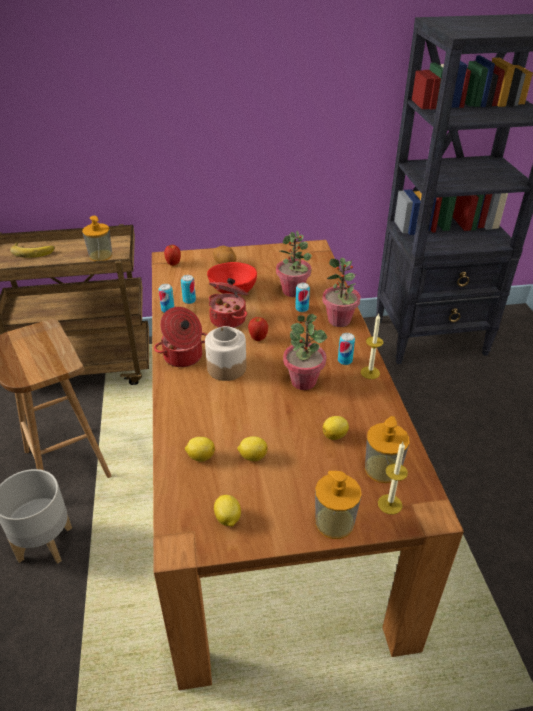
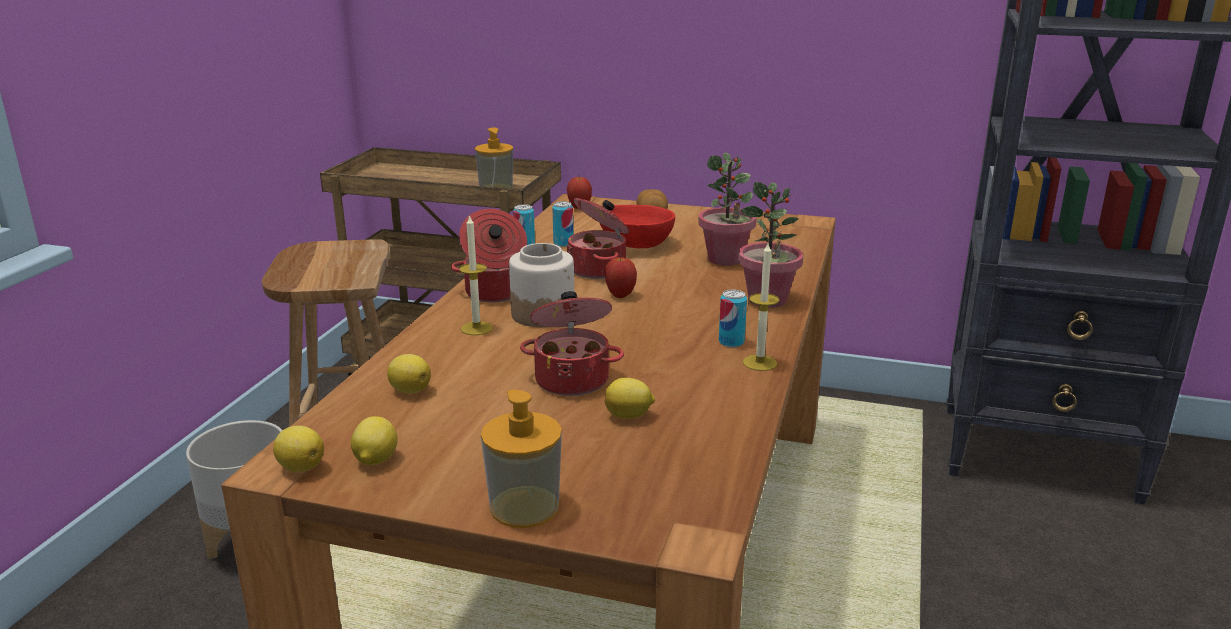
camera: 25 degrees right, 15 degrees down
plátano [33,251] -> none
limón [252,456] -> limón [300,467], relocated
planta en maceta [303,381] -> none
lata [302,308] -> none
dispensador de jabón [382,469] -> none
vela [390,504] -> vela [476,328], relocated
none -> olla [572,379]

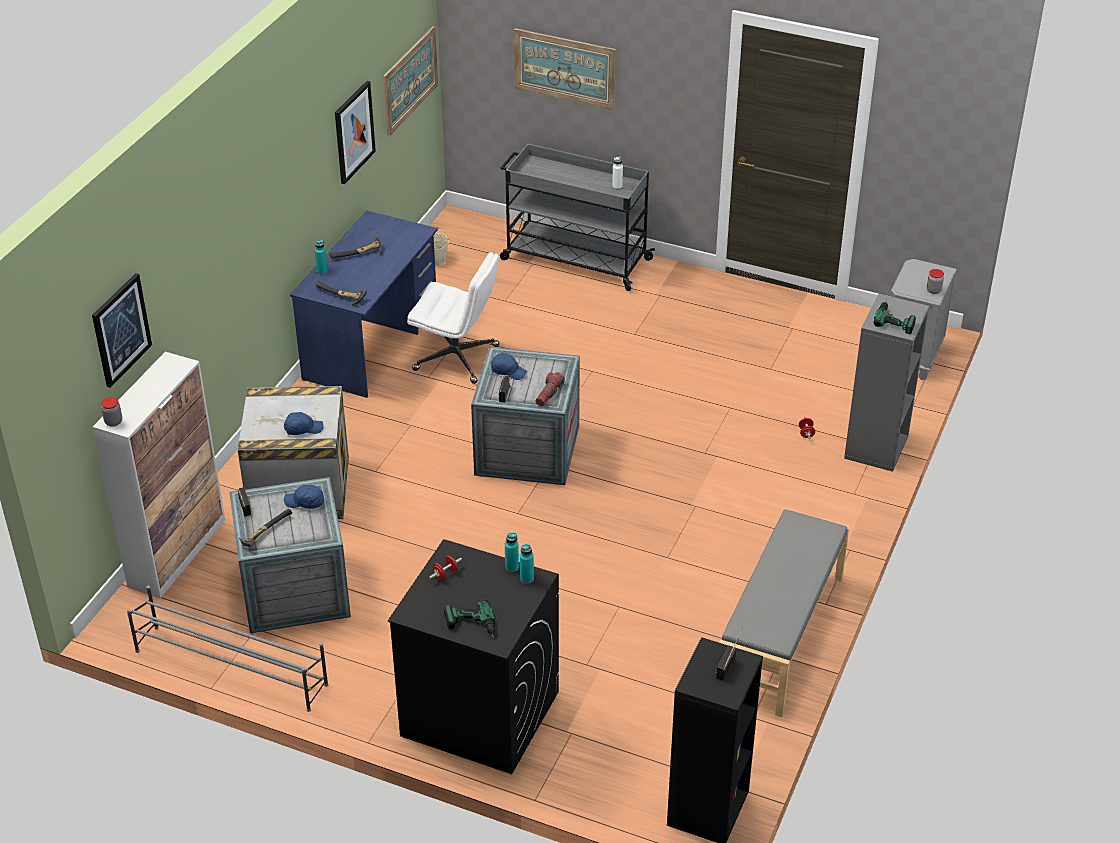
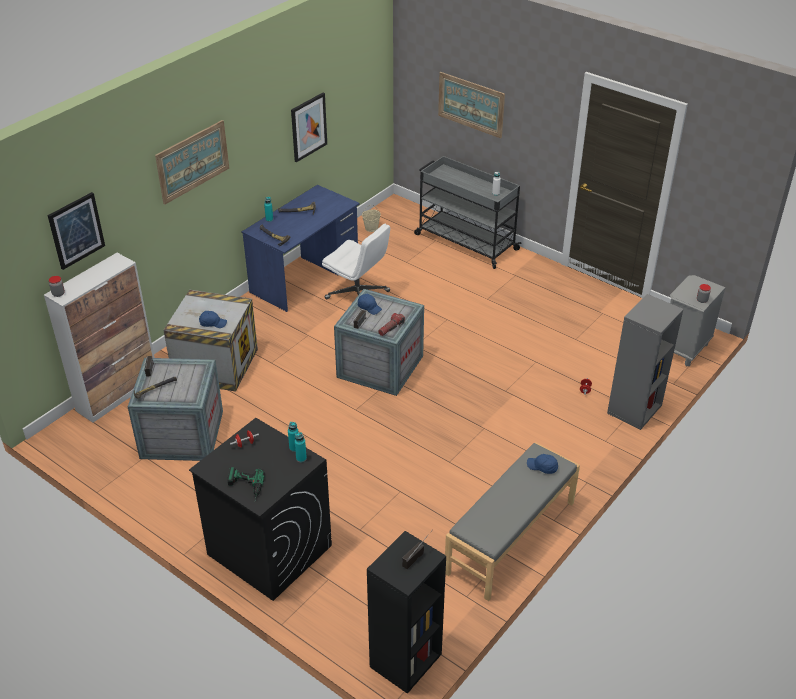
camera: 15 degrees right, 0 degrees up
zapatero (gris) [230,667] -> none
gorra (azul) [305,502] -> gorra (azul) [542,467], relocated
cuadro [410,80] -> cuadro [193,161], relocated
taladro [896,317] -> none

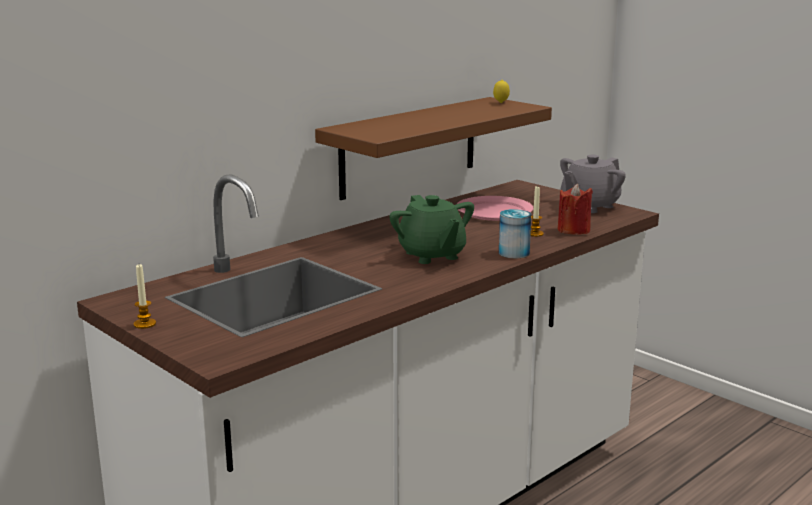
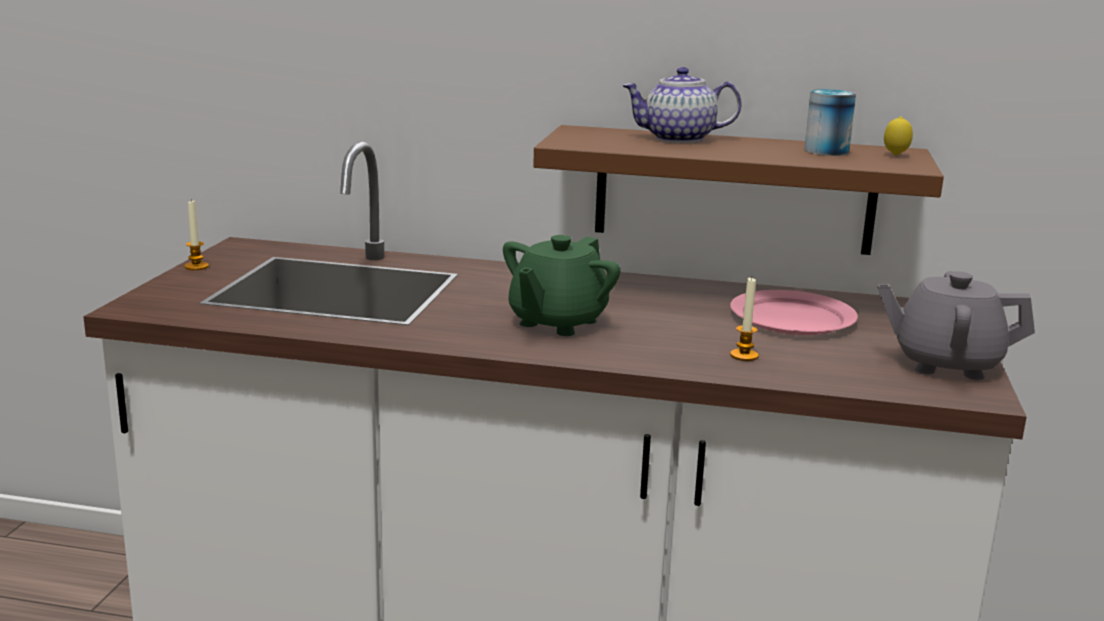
camera: 55 degrees right, 0 degrees up
lata [514,253] -> lata [826,151], relocated
vela (rojo) [573,230] -> none
none -> tetera [678,139]

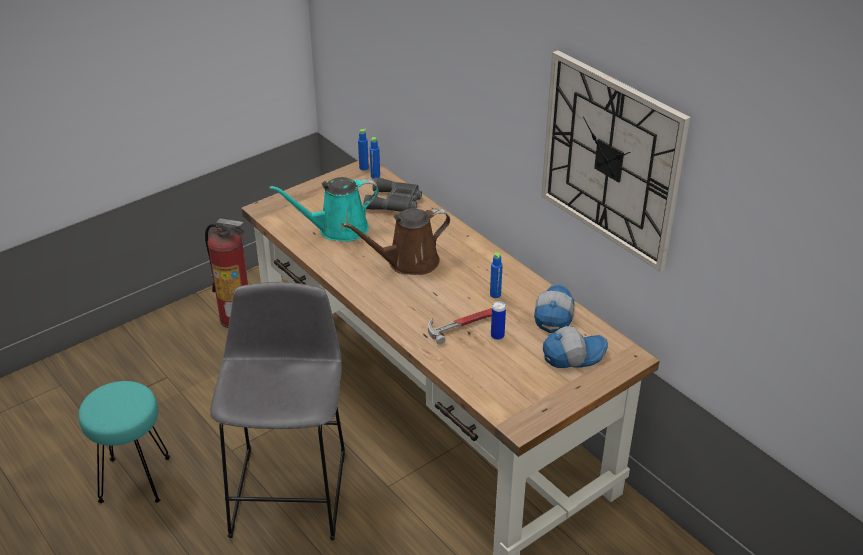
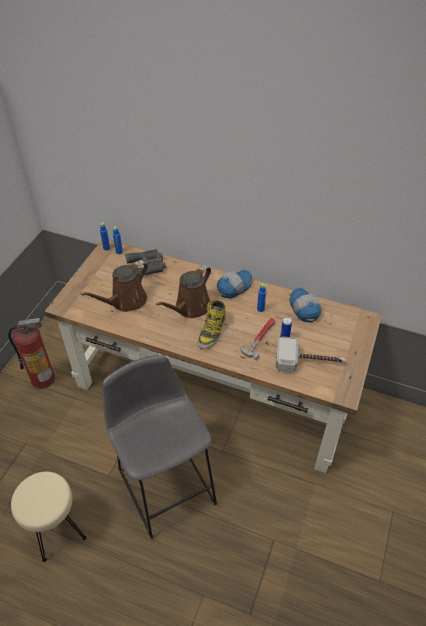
camera: 30 degrees left, 10 degrees up
taburete (turquesa) [136,479] -> taburete (beis) [58,530]
regadera (turquesa) [338,229] -> regadera (marrón) [126,301]
reloj de pared [611,159] -> none
gorra [573,355] -> gorra [233,287], relocated
none -> bota [212,331]
none -> martillo [309,361]

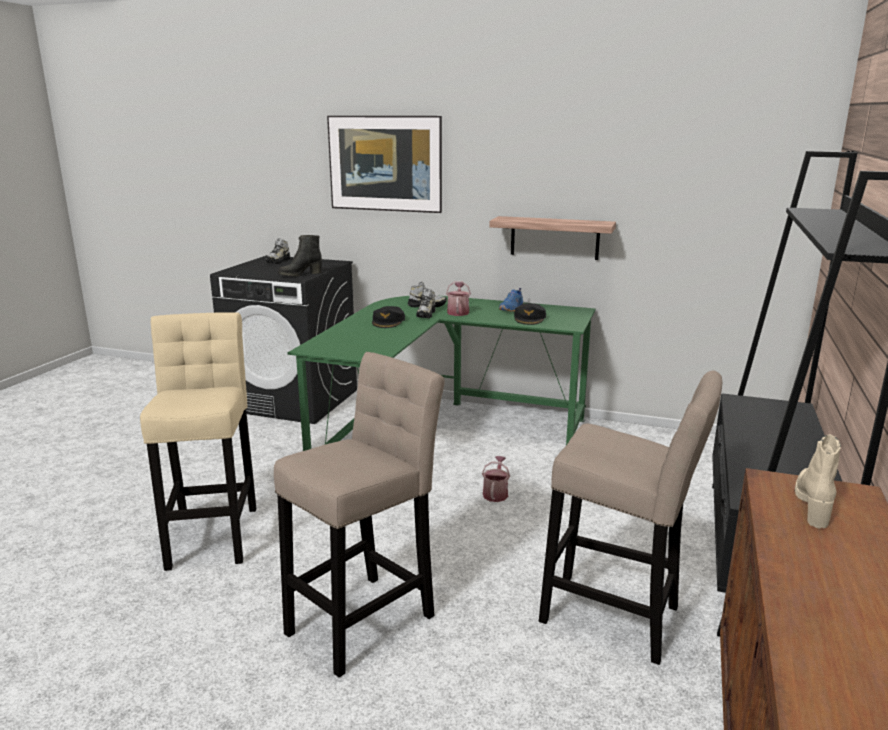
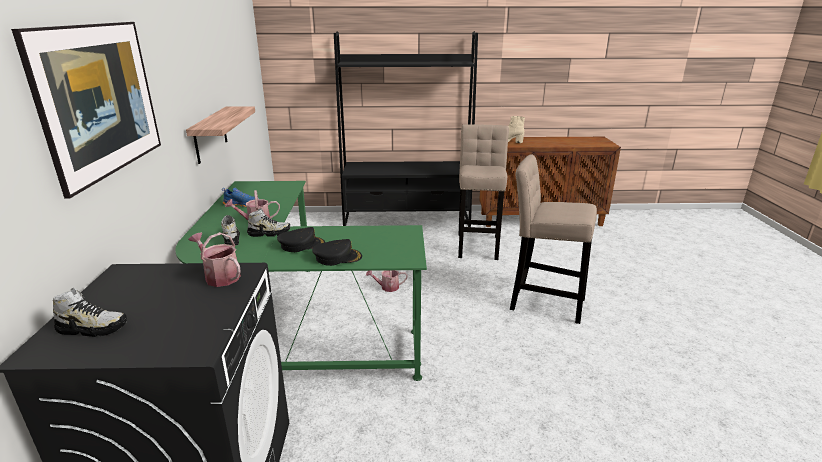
camera: 110 degrees left, 5 degrees up
taburete (beis) [213,533] -> none
bota (negro) [300,274] -> regadera [219,276]
gorra (negro) [530,318] -> gorra (negro) [337,257], relocated

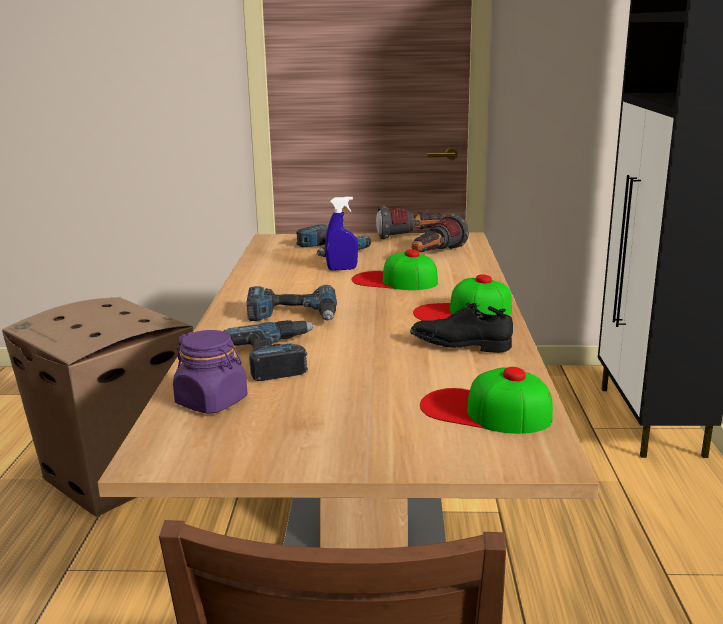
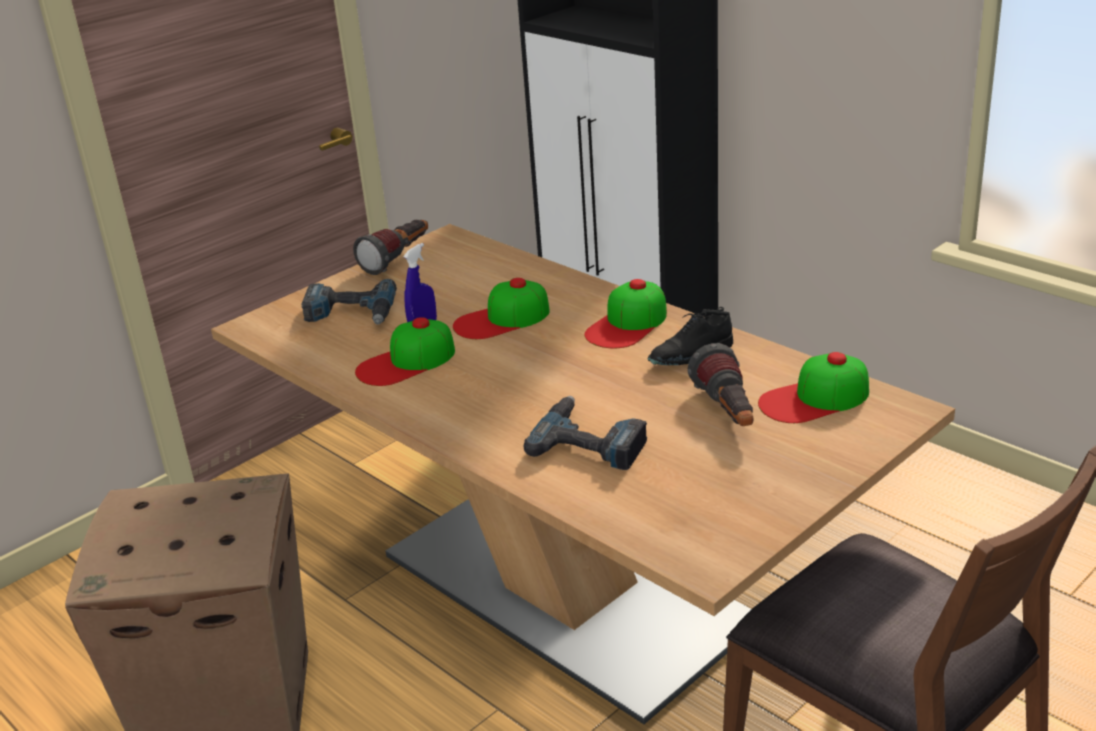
camera: 45 degrees left, 10 degrees up
tarro (morado) [212,402] -> none
taladro [293,315] -> none
linterna [435,256] -> linterna [727,413], relocated
none -> gorra [406,362]

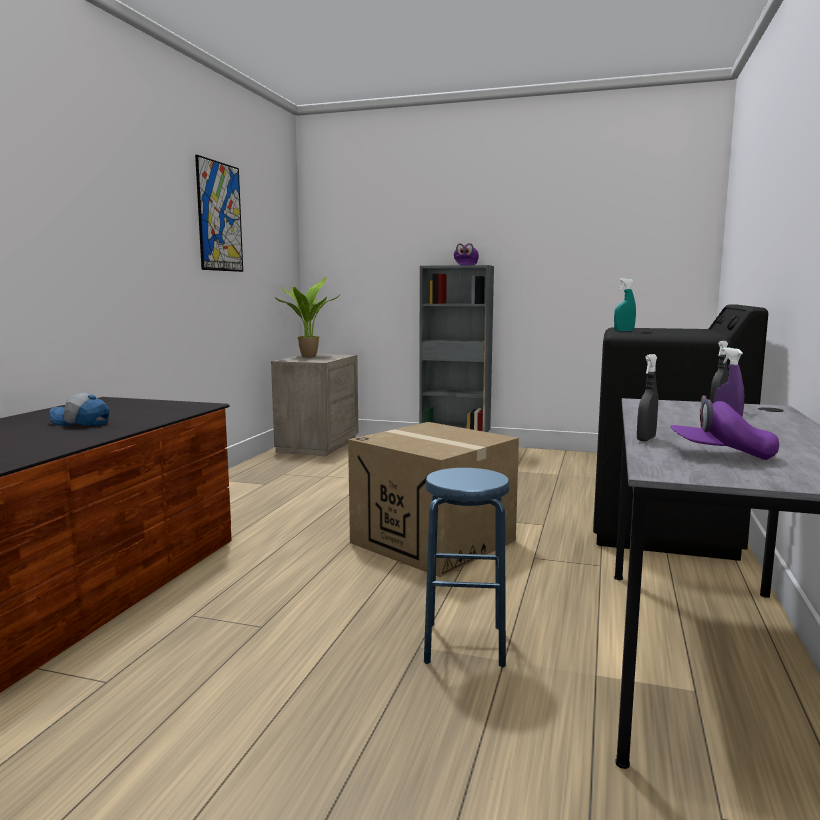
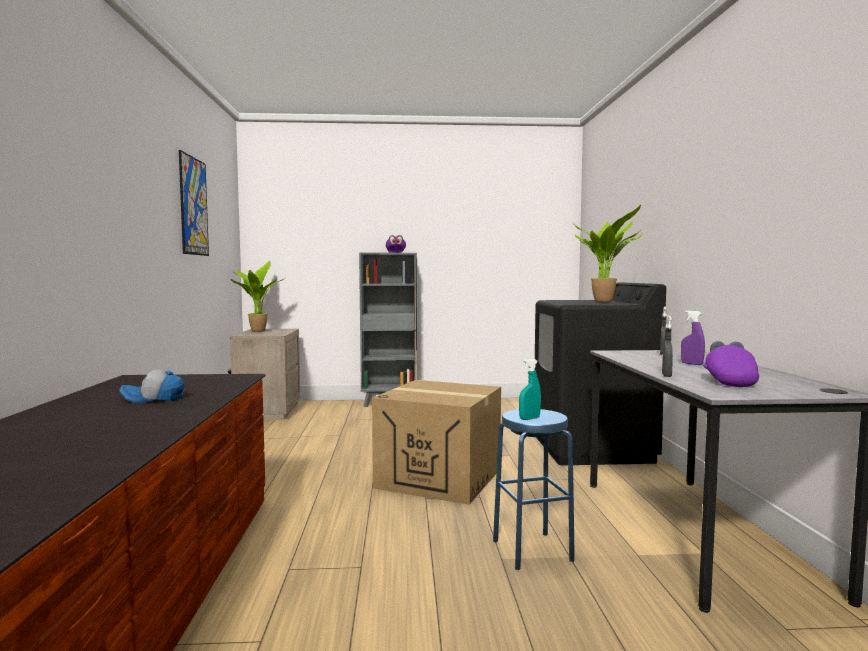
camera: 20 degrees left, 5 degrees down
pulverizador (turquesa) [624,331] -> pulverizador (turquesa) [529,418], relocated
gorra (morado) [721,455] -> gorra (morado) [729,381], 105 degrees clockwise
none -> planta en maceta [605,301]

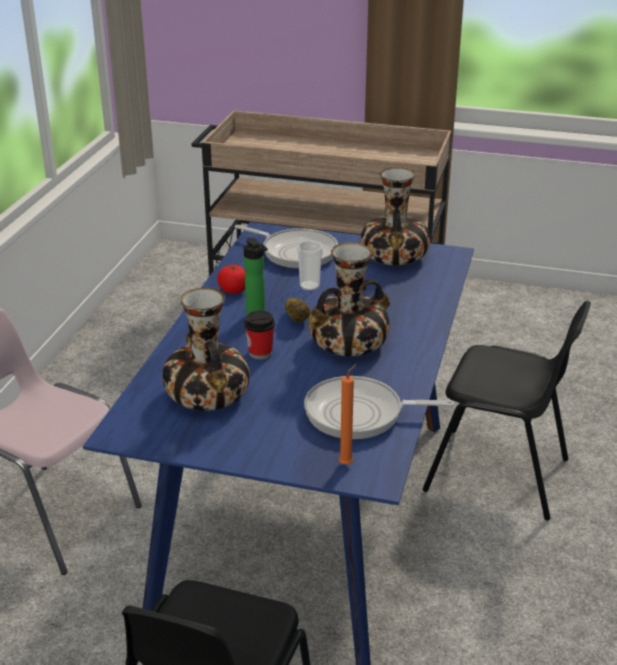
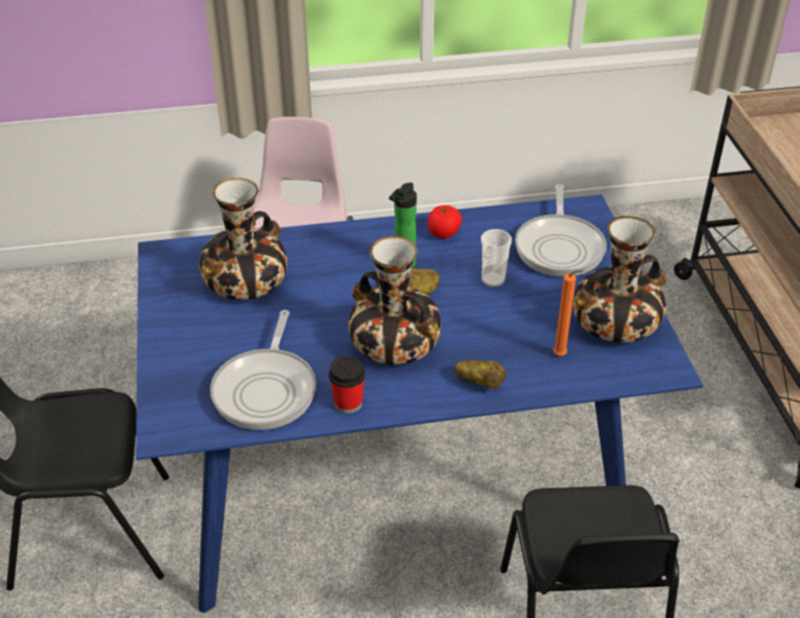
camera: 65 degrees right, 10 degrees up
taza [260,353] -> taza [348,403], relocated
sartén [359,414] -> sartén [266,389], 150 degrees counterclockwise
vela (naranja) [347,463] -> vela (naranja) [561,355], relocated
none -> patata [479,383]

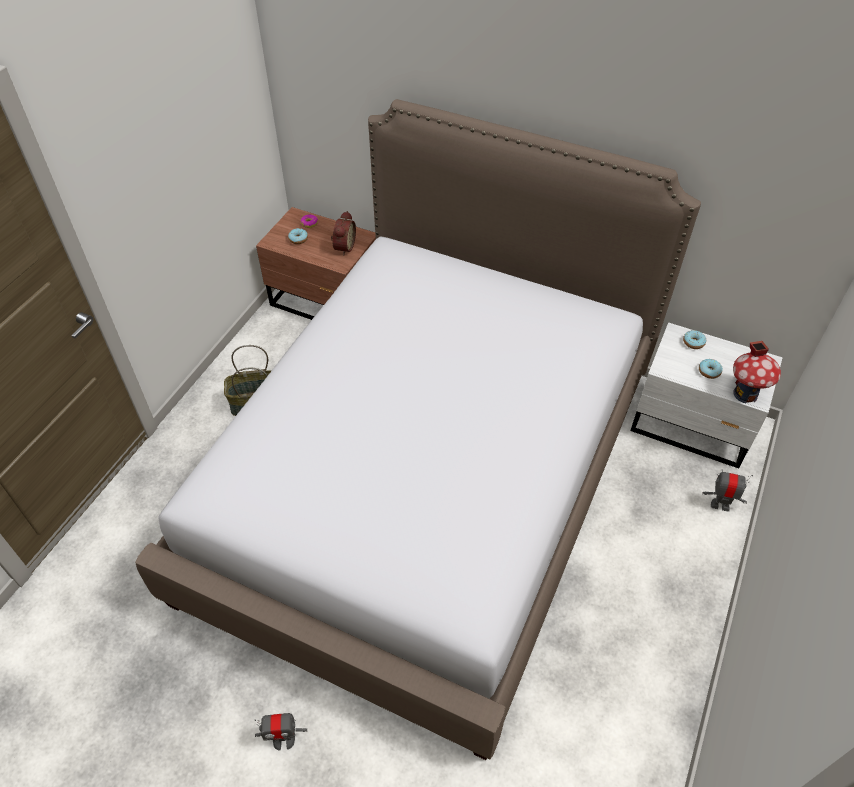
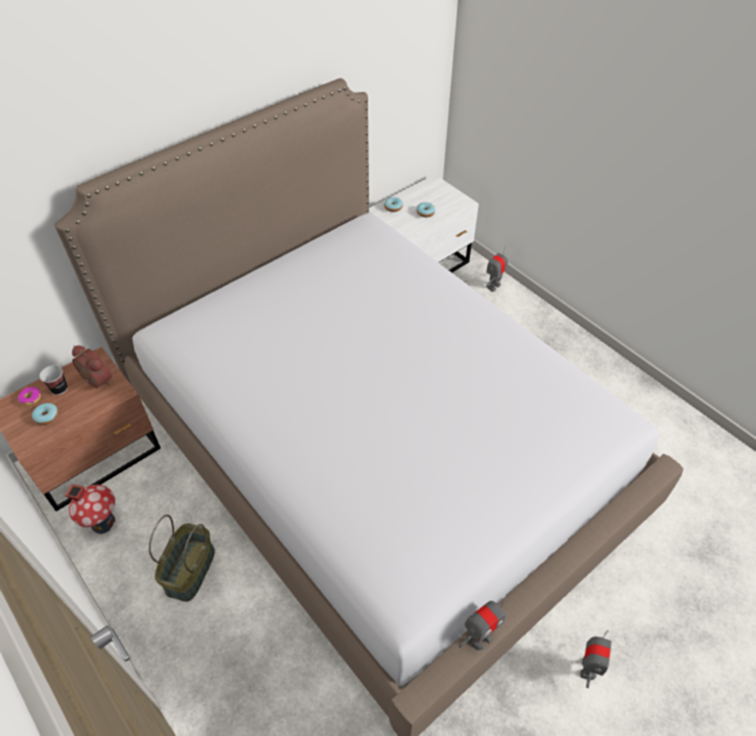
camera: 65 degrees left, 0 degrees up
casita [745,394] -> casita [103,522], relocated
none -> taza [59,389]
none -> robot de juguete [479,637]

